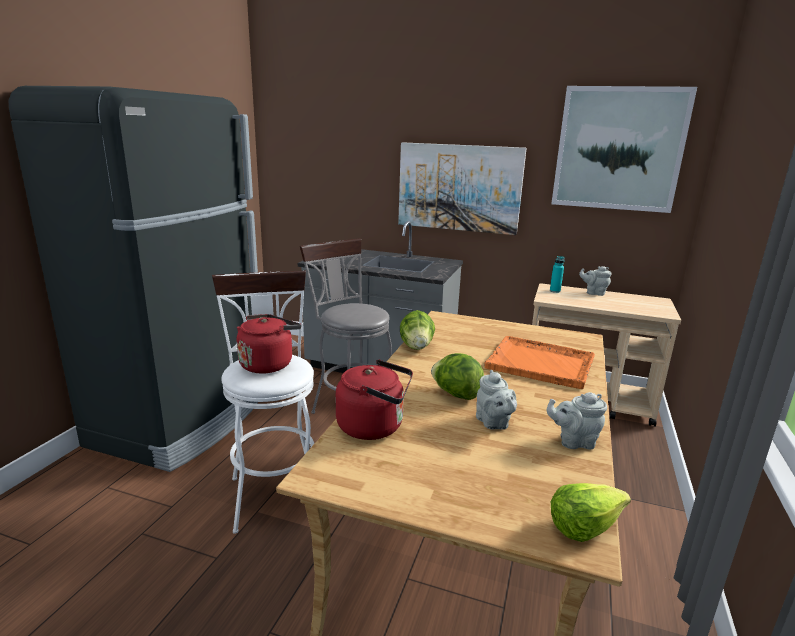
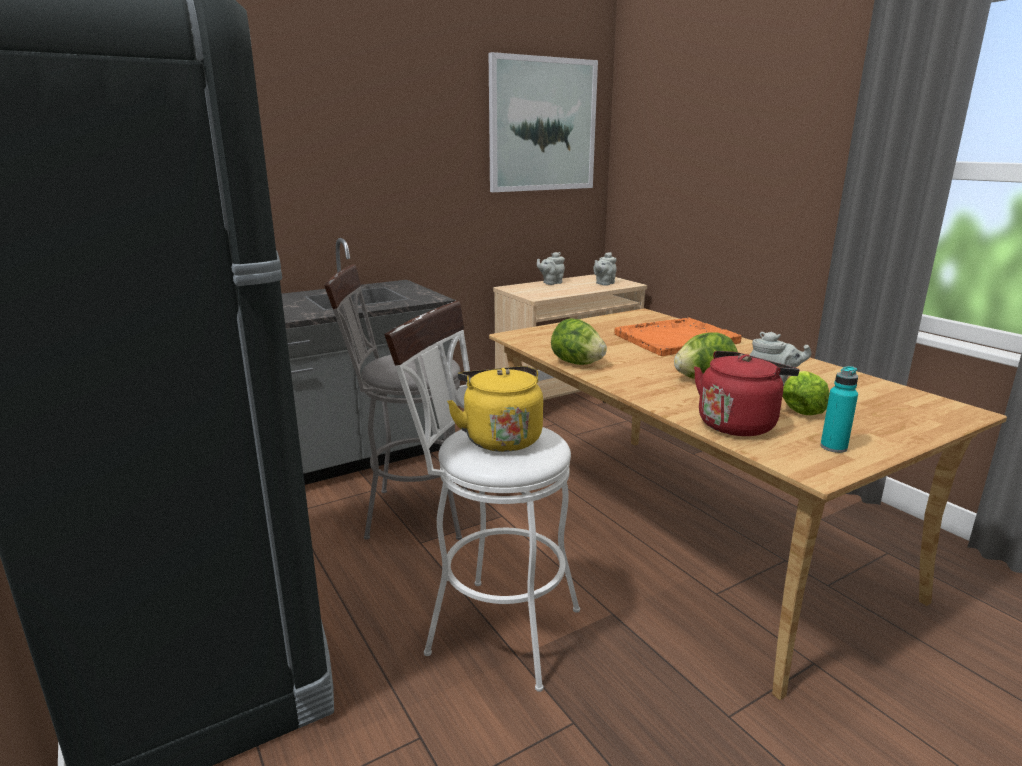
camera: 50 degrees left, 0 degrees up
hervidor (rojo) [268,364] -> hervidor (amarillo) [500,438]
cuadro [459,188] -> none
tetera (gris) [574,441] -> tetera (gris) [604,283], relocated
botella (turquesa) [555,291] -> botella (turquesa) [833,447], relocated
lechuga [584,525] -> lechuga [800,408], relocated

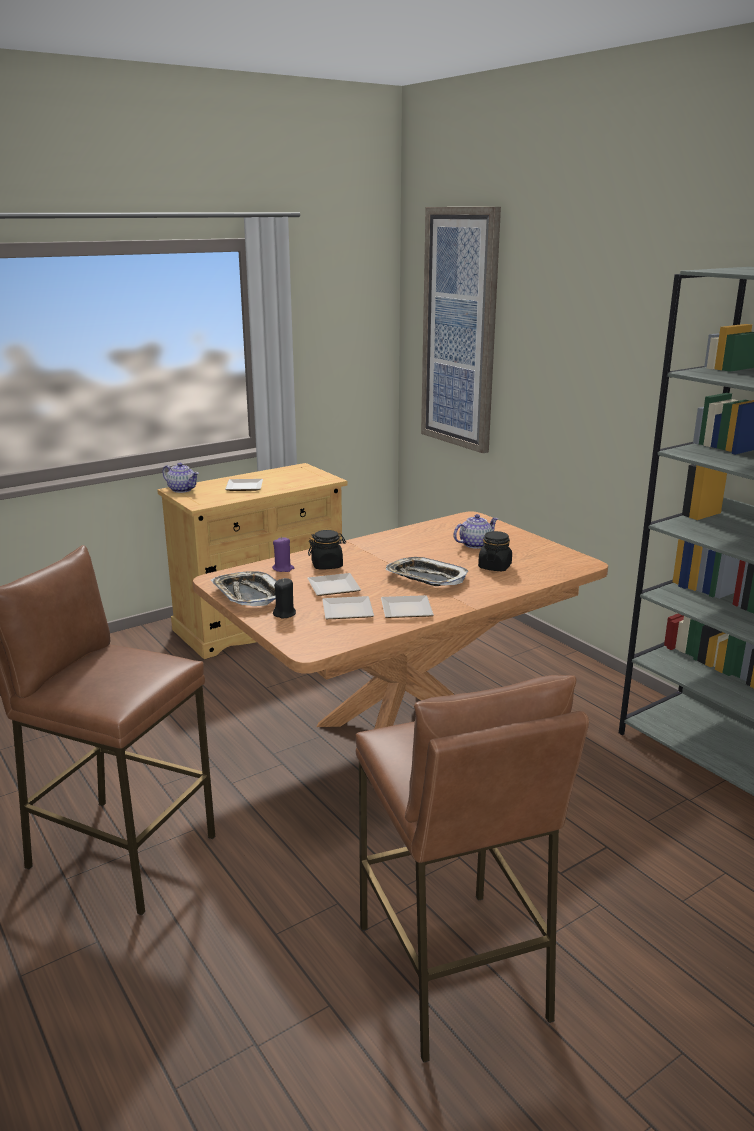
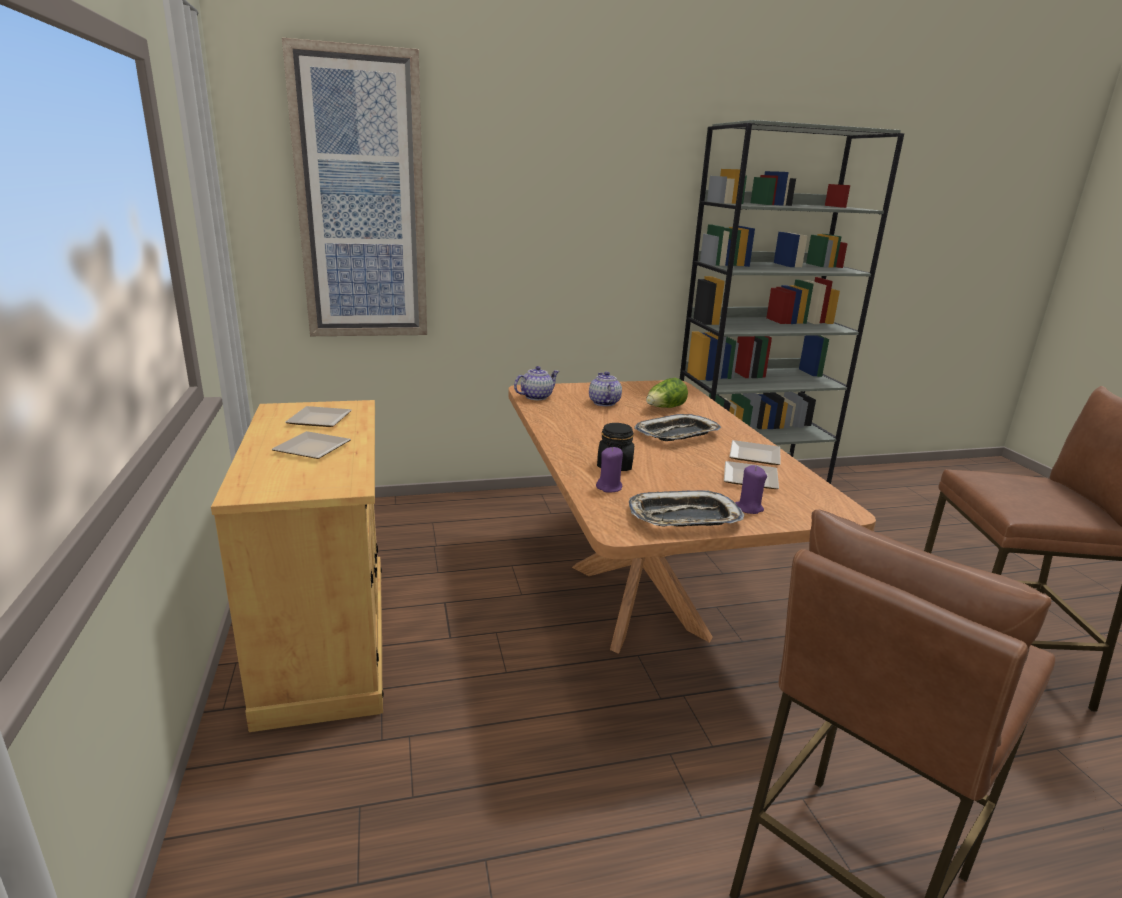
camera: 70 degrees left, 0 degrees up
tetera [182,489] -> tetera [536,396], relocated
vela (negro) [284,614] -> vela (morado) [748,508]
plato [335,587] -> plato [318,419], relocated
tarro (negro) [494,567] -> lechuga [665,408]

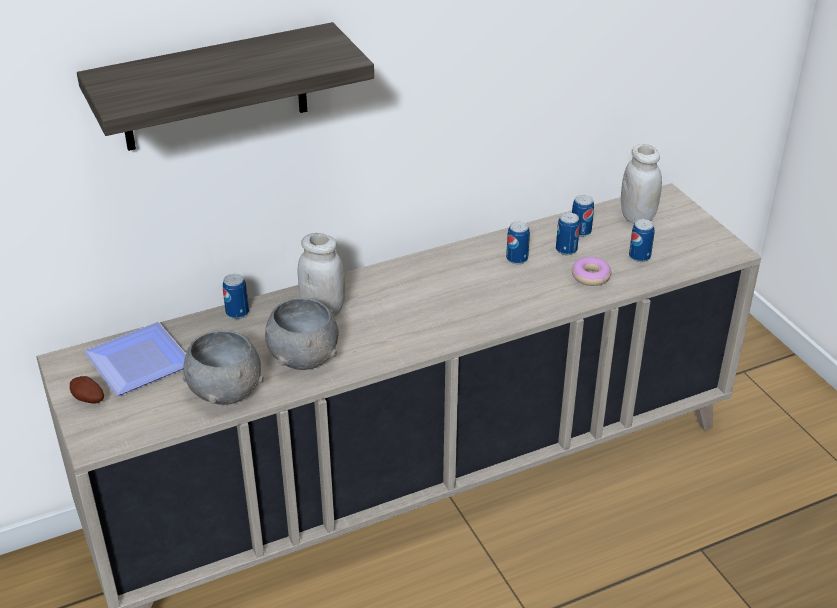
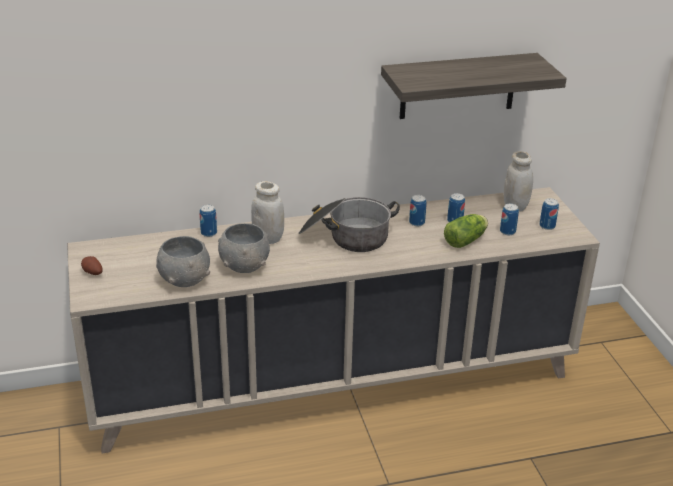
camera: 10 degrees right, 5 degrees down
estante [214,88] -> estante [458,86], relocated
plato [135,361] -> none
lata [580,231] -> lata [547,226], relocated
rosquilla [591,276] -> lechuga [466,240]
none -> olla [345,237]

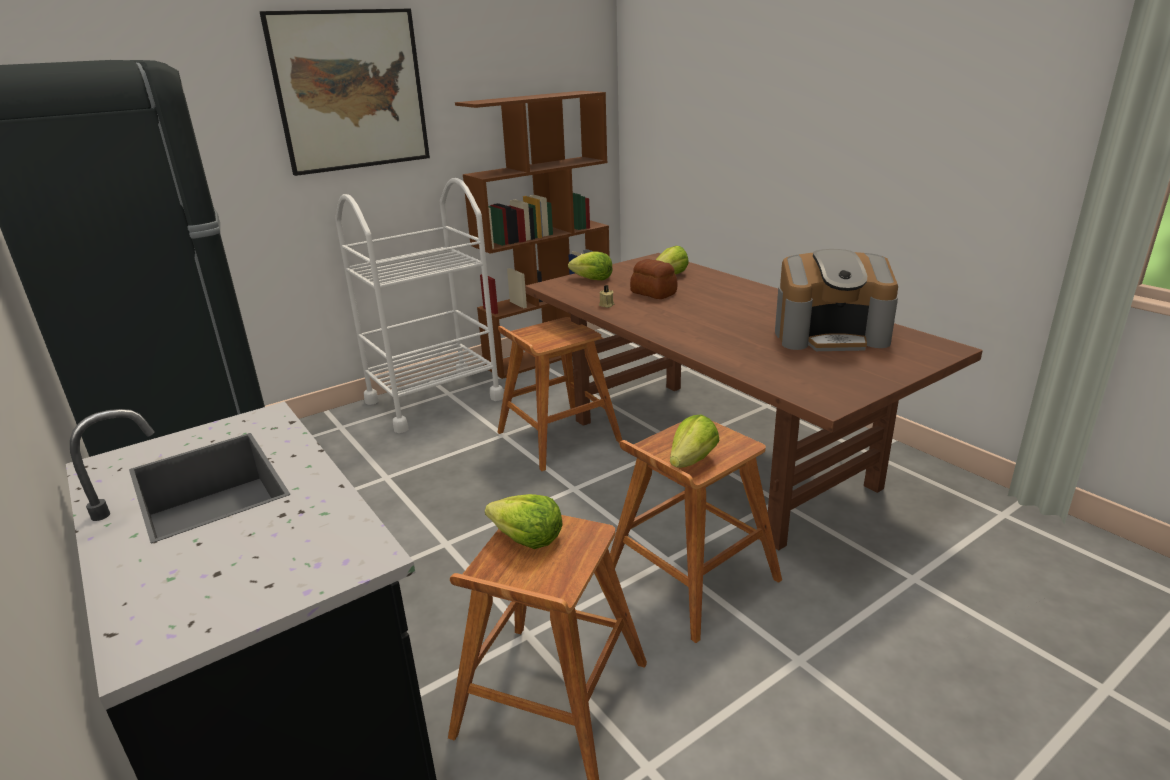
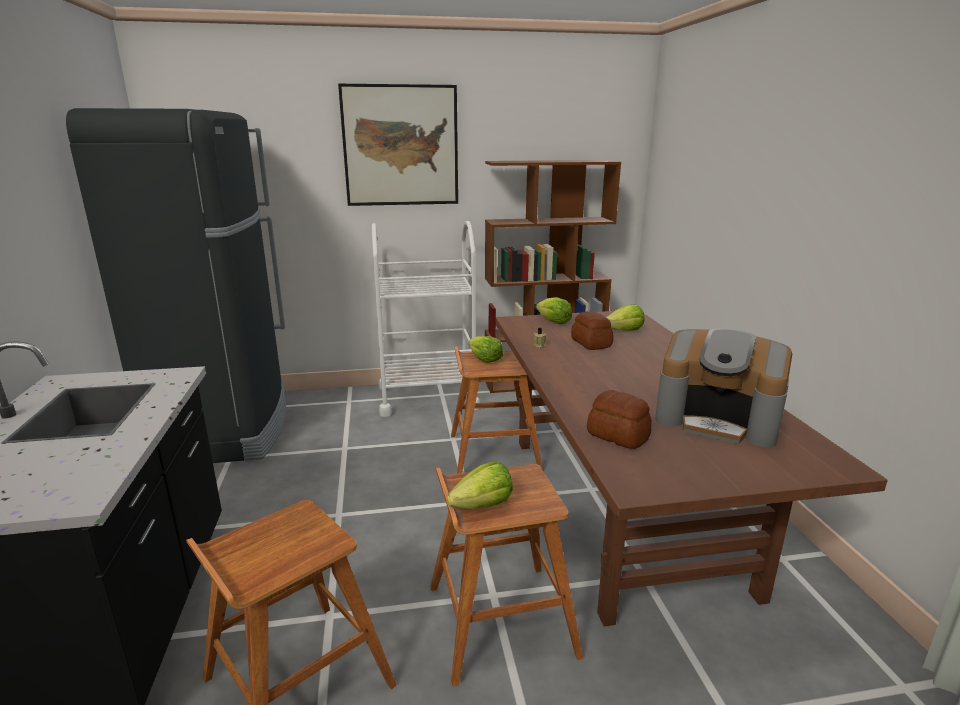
camera: 25 degrees right, 5 degrees down
lechuga [527,538] -> lechuga [485,359], relocated
none -> pan [618,435]

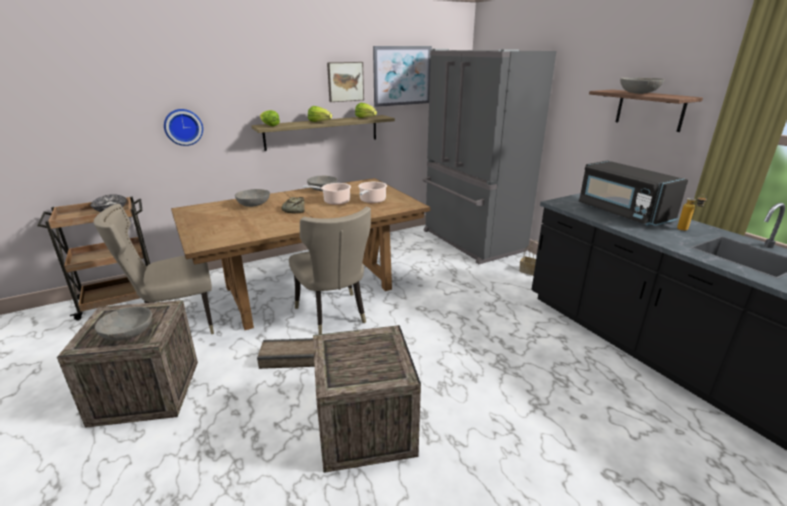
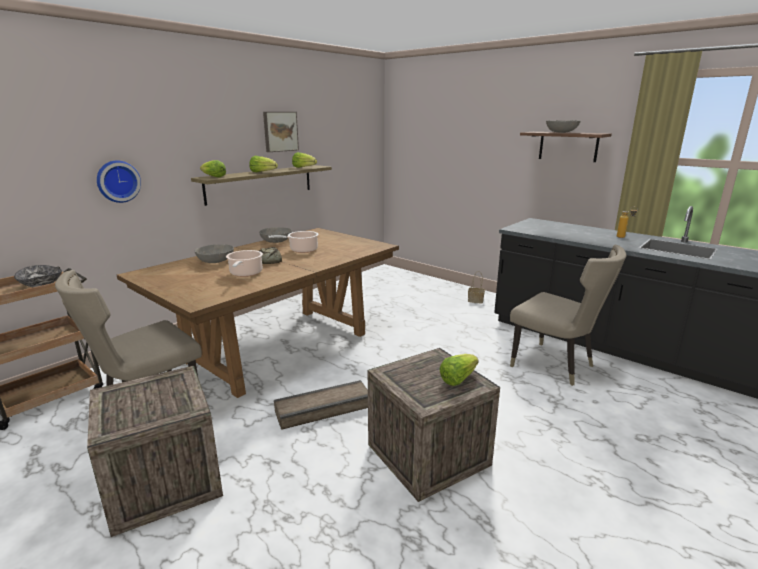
camera: 20 degrees left, 5 degrees down
cuenco (gris) [128,334] -> none
silla (beis) [334,315] -> silla (beis) [556,365], relocated
olla [372,201] -> olla [245,274], relocated
cuadro [402,76] -> none
nevera (gris) [471,241] -> none
microondas (negro) [622,213] -> none
none -> lechuga [458,379]

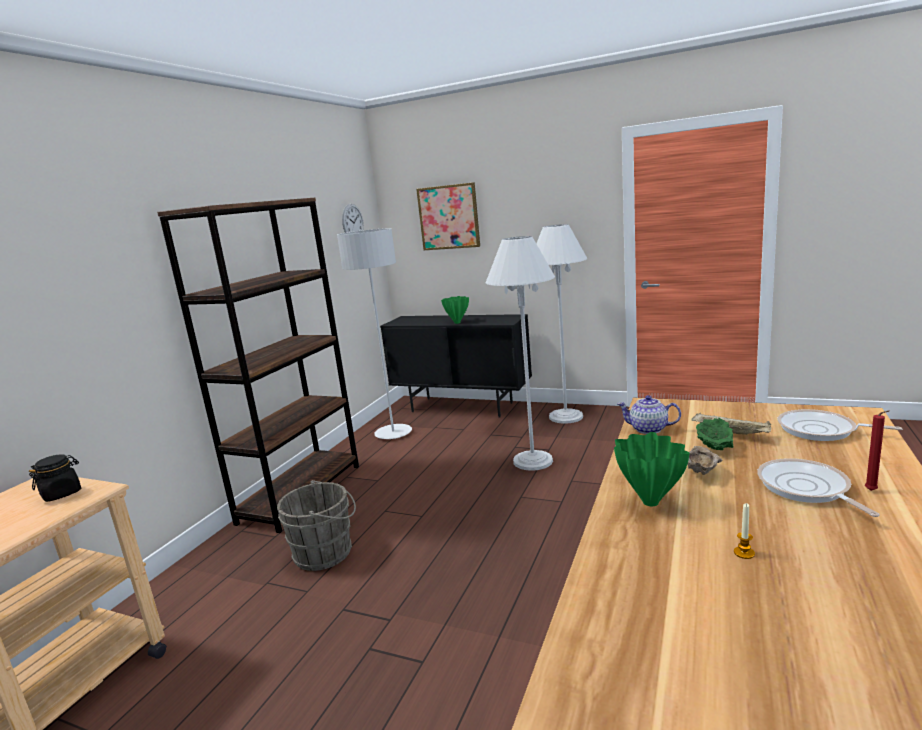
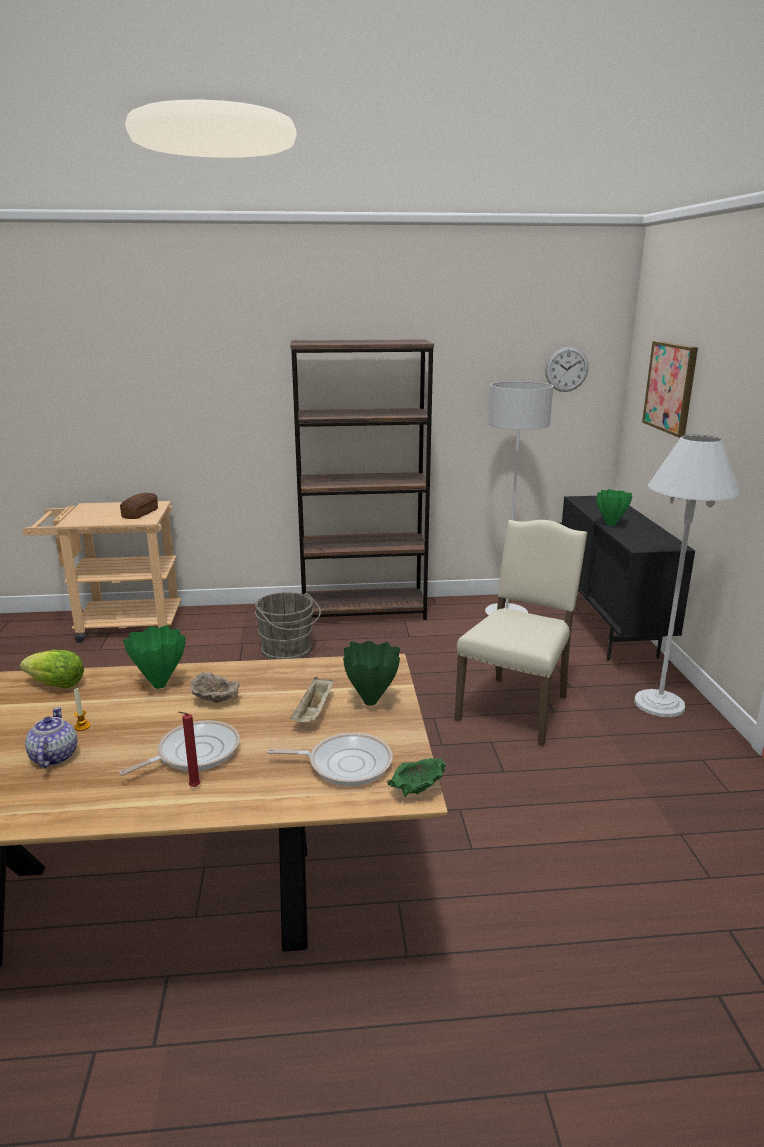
camera: 60 degrees right, 5 degrees up
tarro (negro) [62,494] -> pan [140,514]
lámpara de pie (blanco) [533,461] -> silla (beis) [516,707]
tetera [649,429] -> tetera [53,757], relocated
cuenco (verde) [714,448] -> cuenco (verde) [417,790], relocated
sartén [821,430] -> sartén [345,764], 90 degrees clockwise
none -> lechuga [56,685]
none -> florero (verde) [371,702]

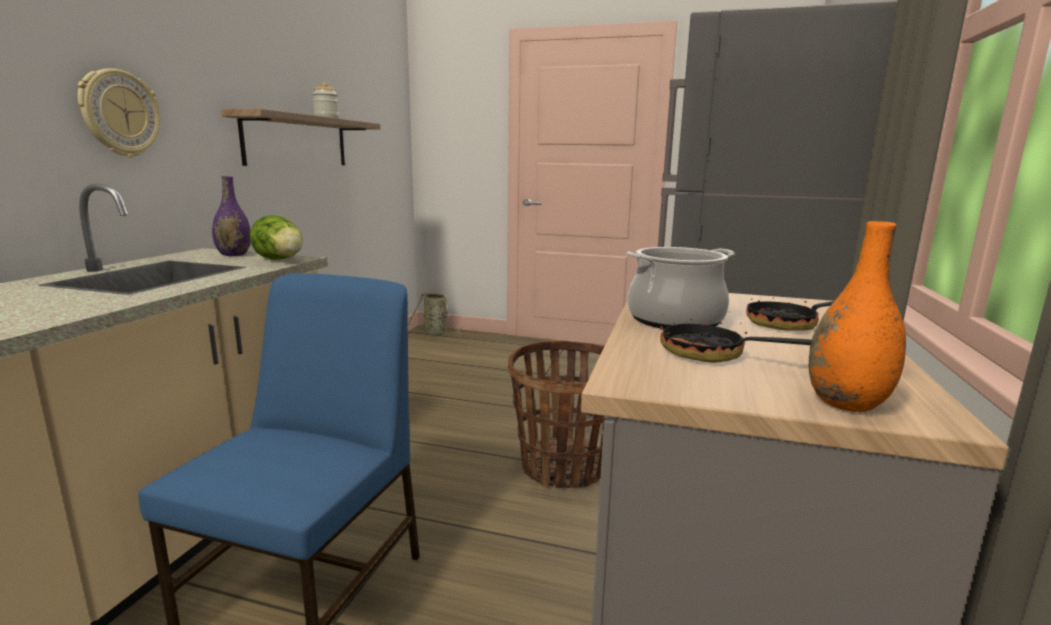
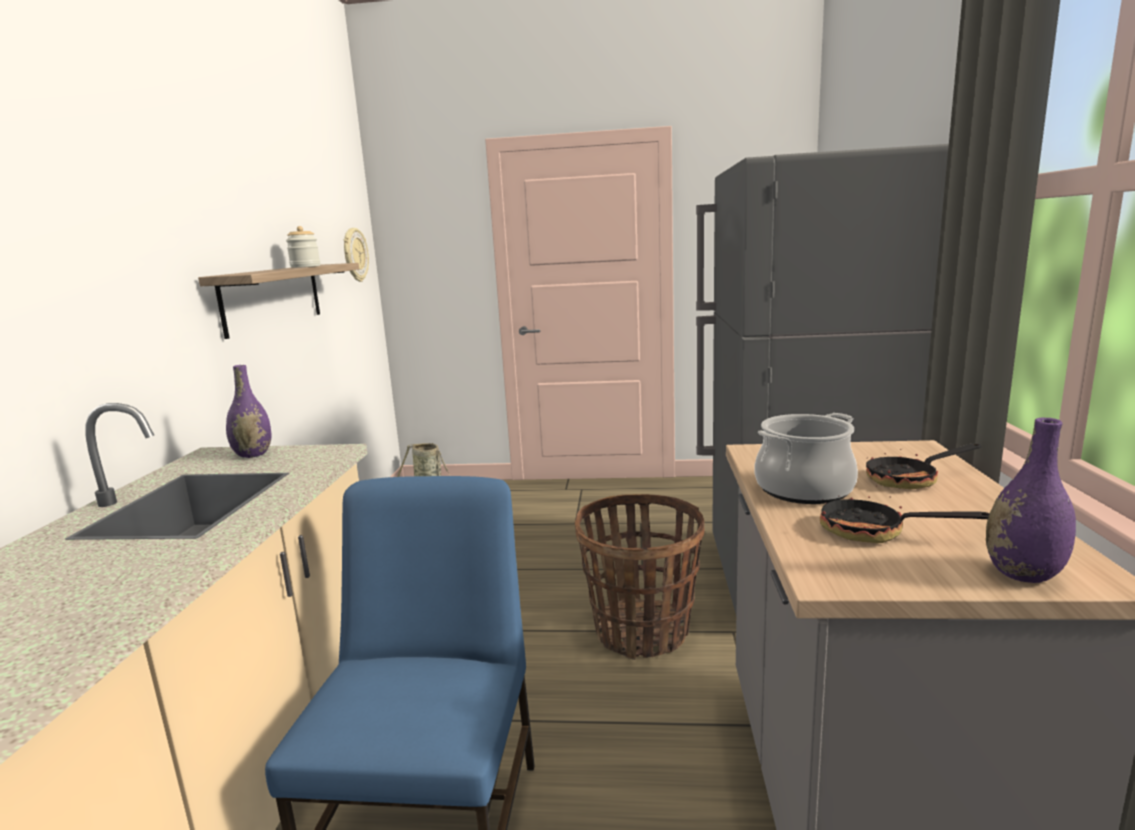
camera: 10 degrees left, 0 degrees up
reloj de pared [120,114] -> reloj de pared [354,255], relocated
lechuga [281,260] -> none
florero (naranja) [846,403] -> florero (morado) [1023,574]

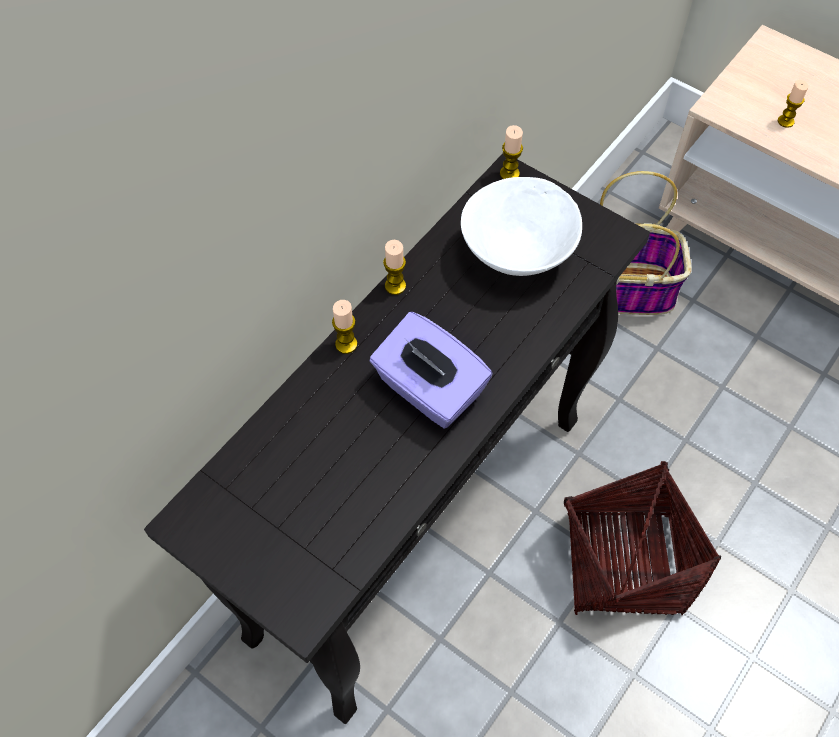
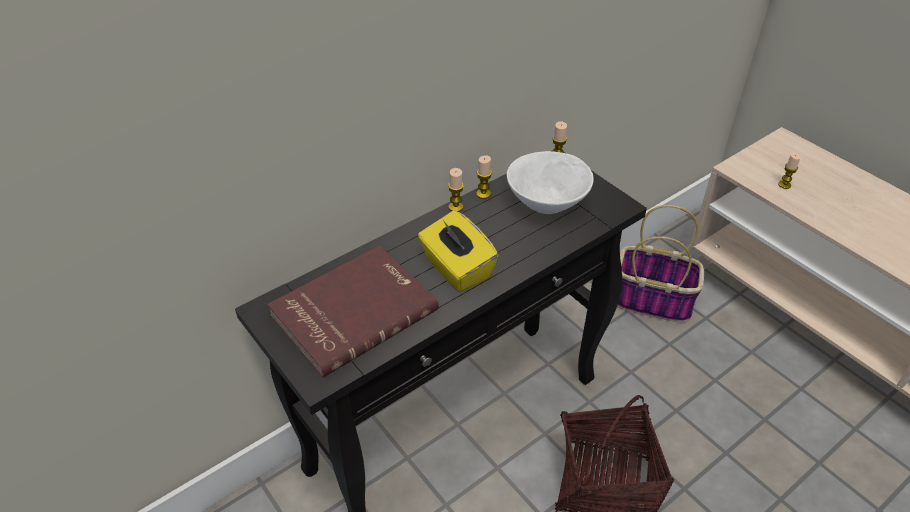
camera: 15 degrees right, 15 degrees down
vela [346,344] -> vela [483,194], relocated
caja de pañuelos (morado) [429,390] -> caja de pañuelos (amarillo) [456,269]
none -> libro (rojo) [352,311]

